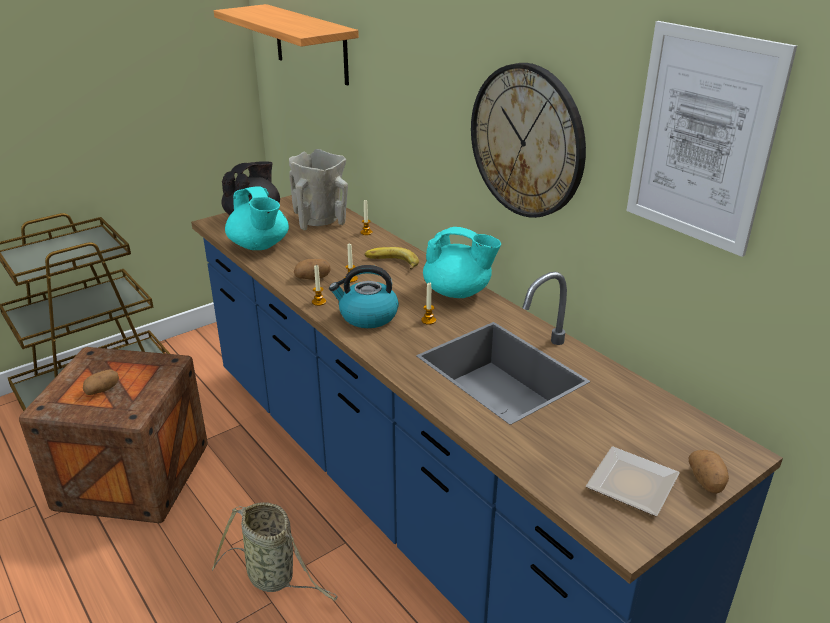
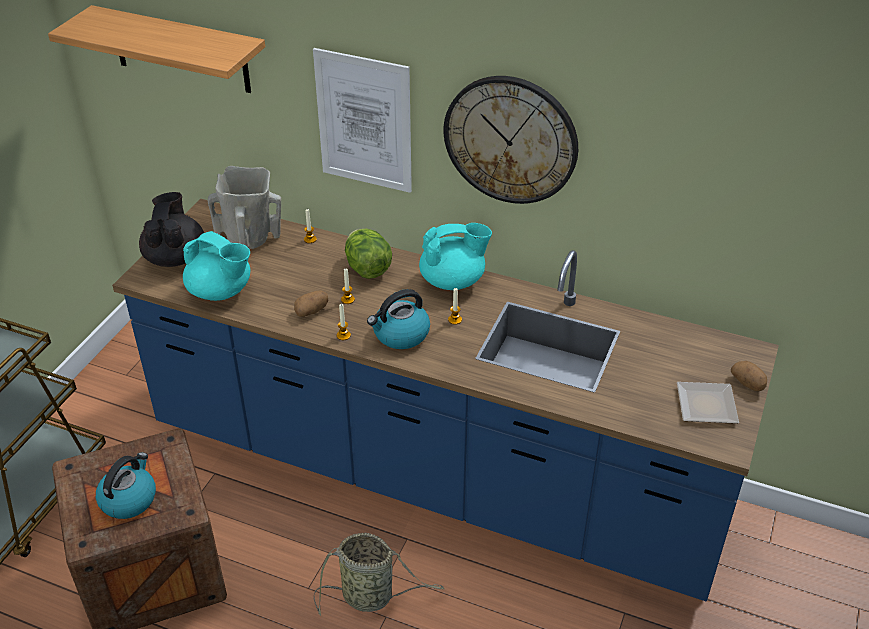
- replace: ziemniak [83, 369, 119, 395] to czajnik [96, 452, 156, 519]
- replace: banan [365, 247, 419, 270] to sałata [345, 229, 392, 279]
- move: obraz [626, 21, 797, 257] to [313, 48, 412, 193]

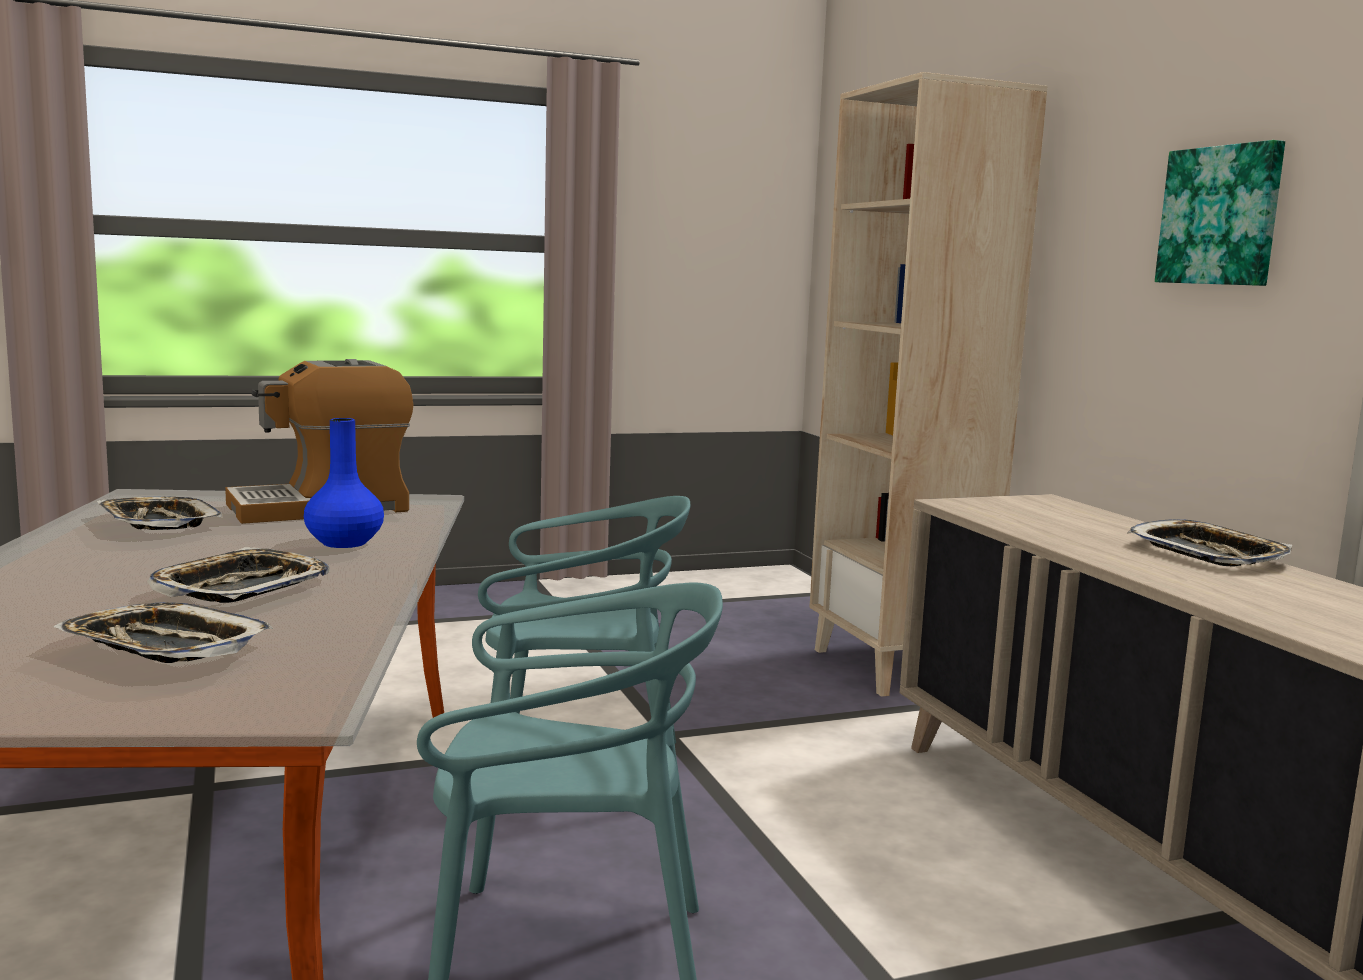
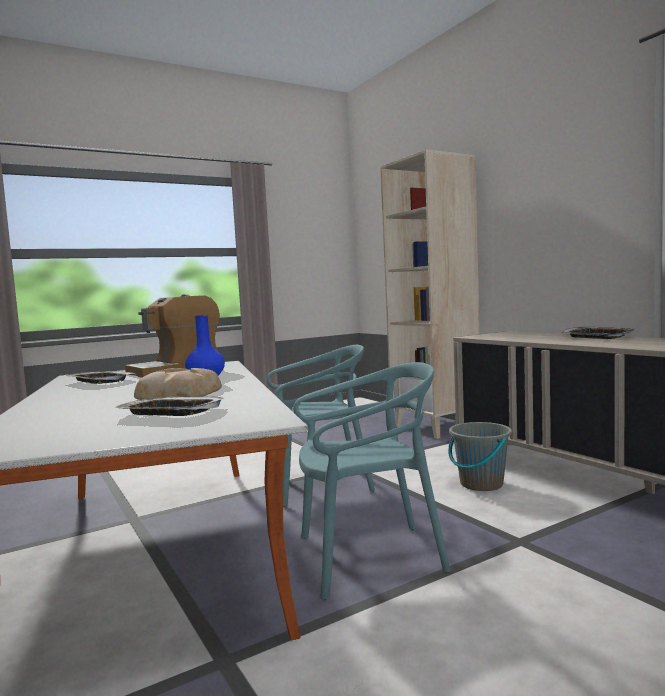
- replace: taca [147, 547, 330, 603] to chleb [134, 368, 222, 400]
- delete: obraz [1155, 140, 1285, 286]
- insert: wiadro/szary [448, 422, 512, 491]

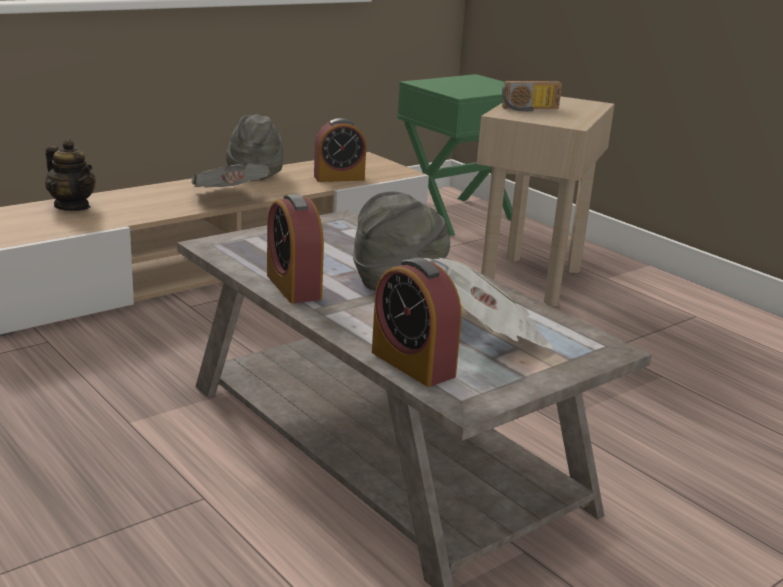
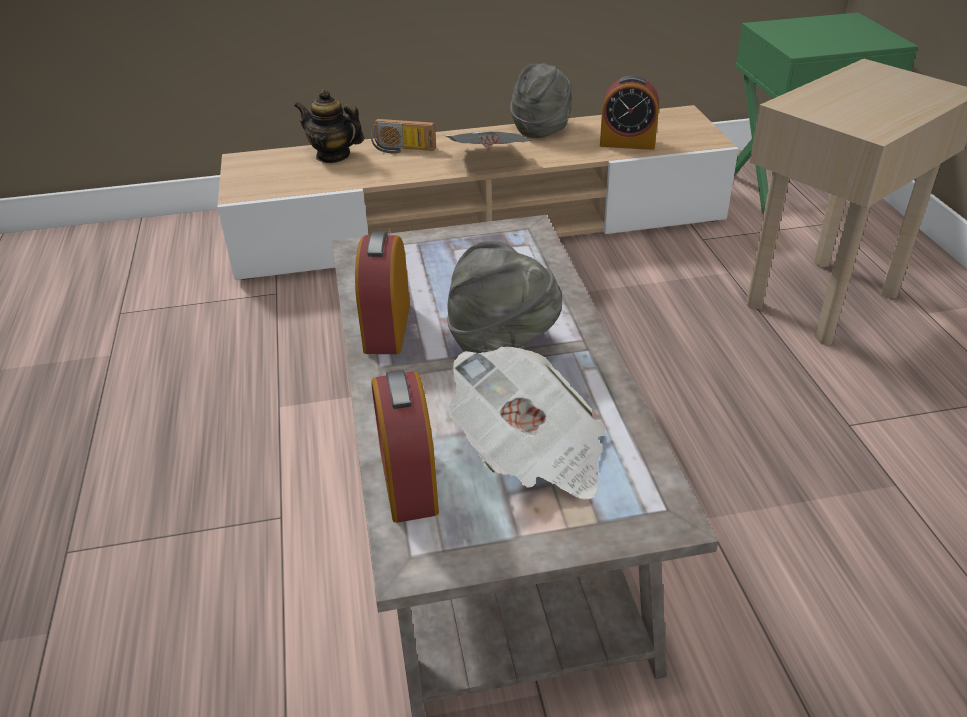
- rotate: imbryk [45, 139, 96, 211] = [294, 89, 364, 163] 135 degrees clockwise
- move: radio [502, 81, 562, 112] to [371, 119, 436, 154]

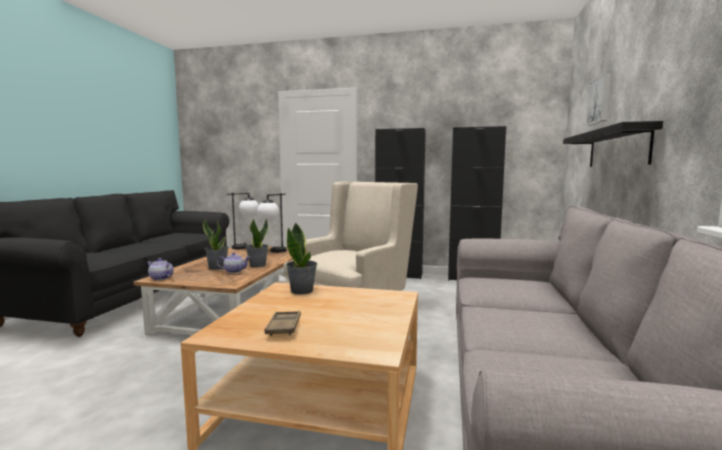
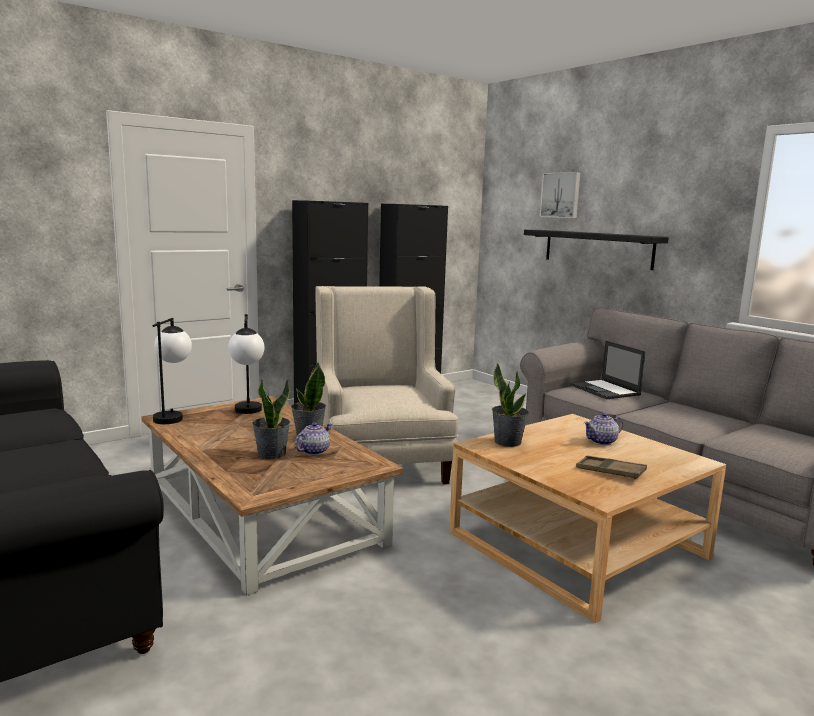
- move: imbryk [147, 258, 174, 280] to [584, 413, 623, 445]
- insert: laptop [570, 341, 645, 399]

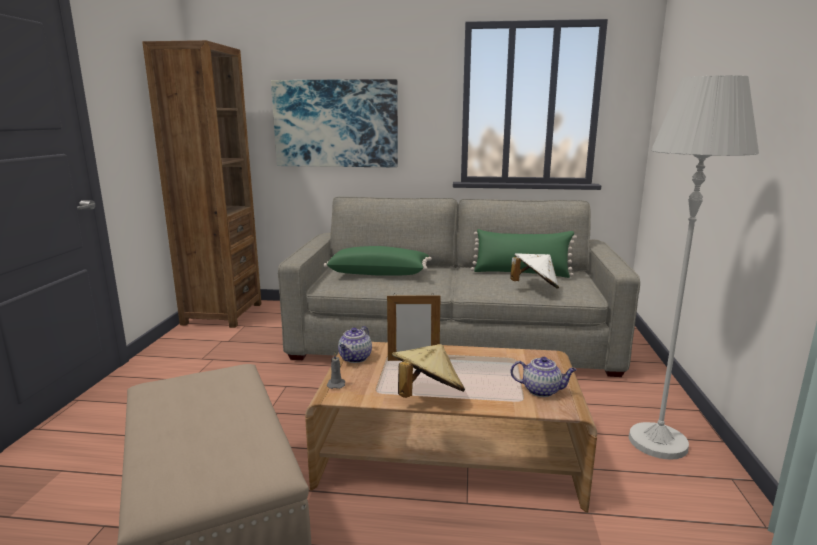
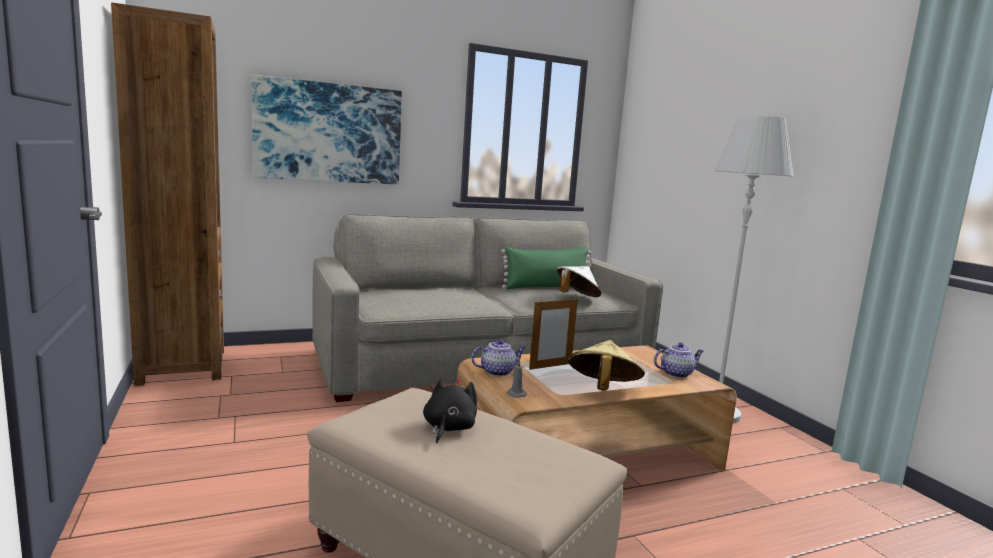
- delete: poduszka/zielony [323, 246, 432, 276]
- rotate: imbryk [338, 326, 372, 363] = [471, 339, 526, 376] 105 degrees counterclockwise
- insert: pluszak/czarny [423, 378, 477, 443]

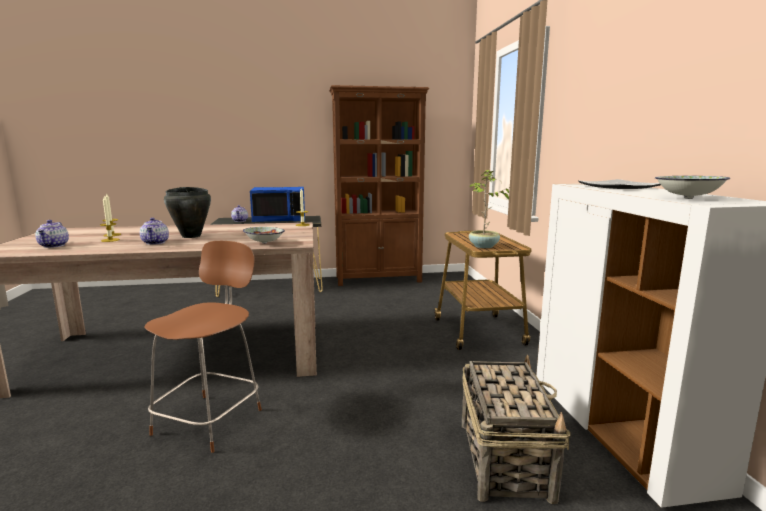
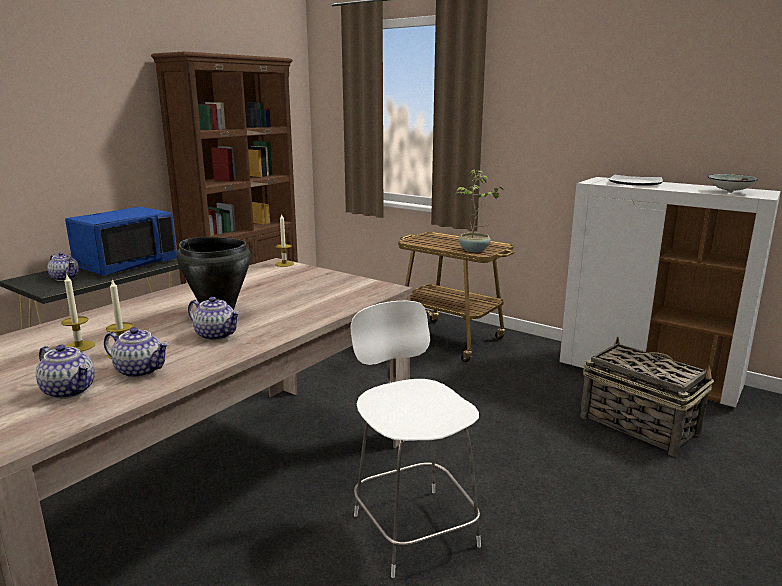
- recolor: stołek/brązowy [144, 241, 262, 453] to stołek/biały [351, 301, 481, 578]
- delete: miska [243, 227, 285, 244]
- insert: imbryk [104, 327, 169, 378]

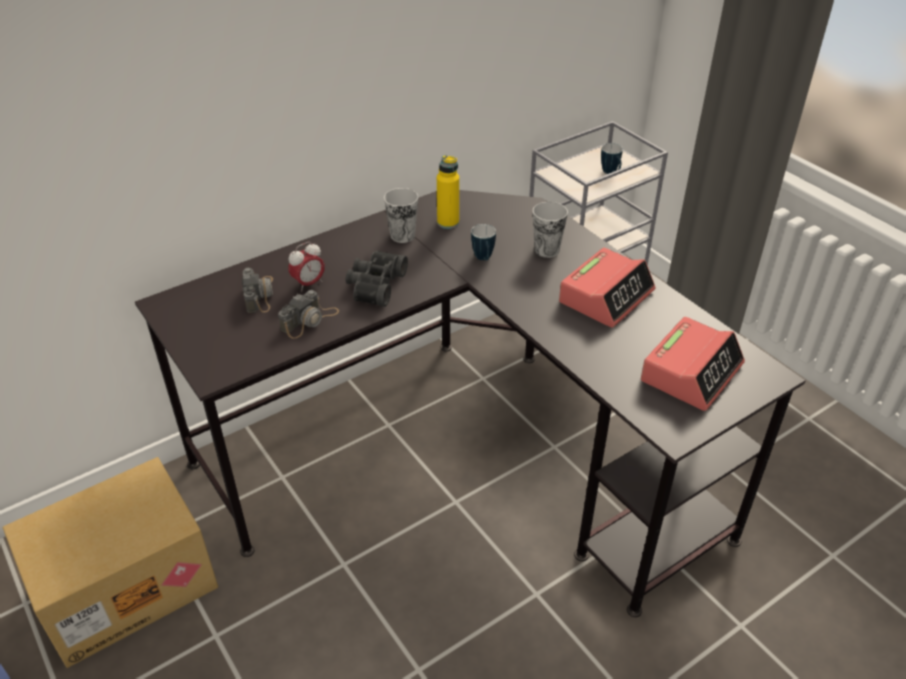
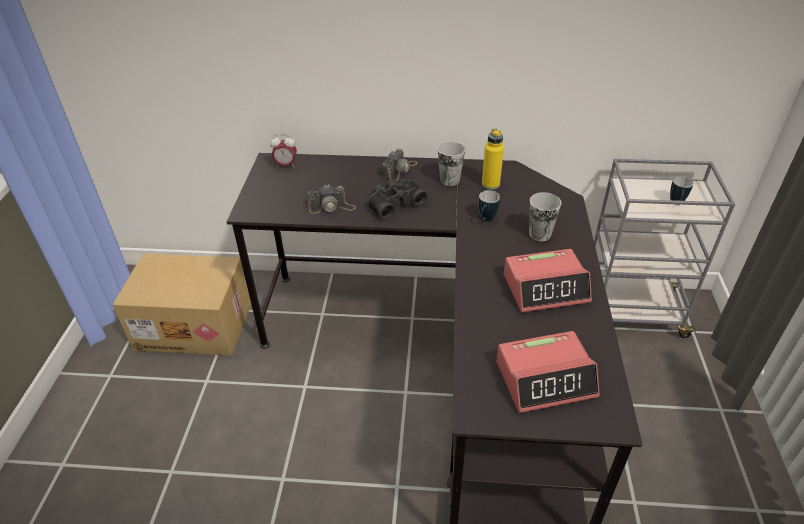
- move: aparat fotograficzny [242, 268, 273, 313] to [383, 149, 417, 181]
- move: budzik [288, 242, 325, 292] to [270, 134, 297, 168]

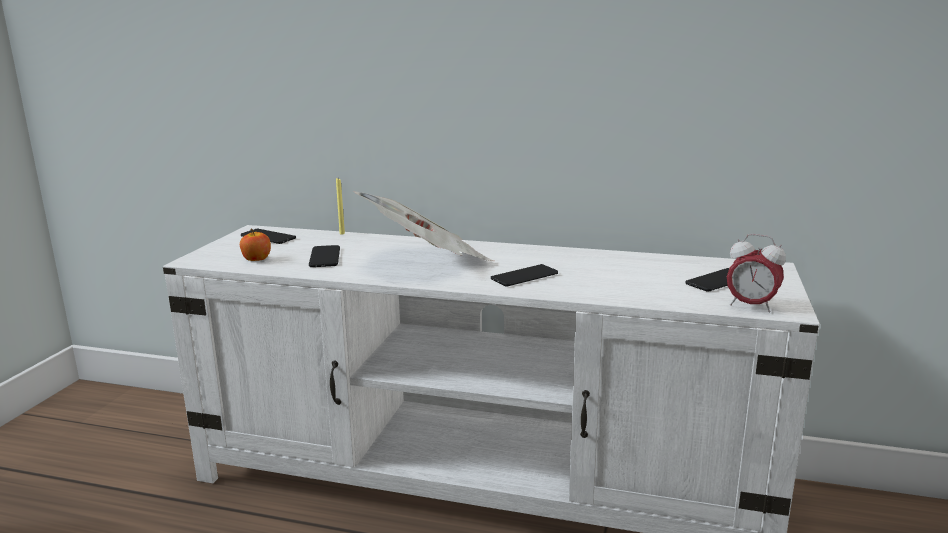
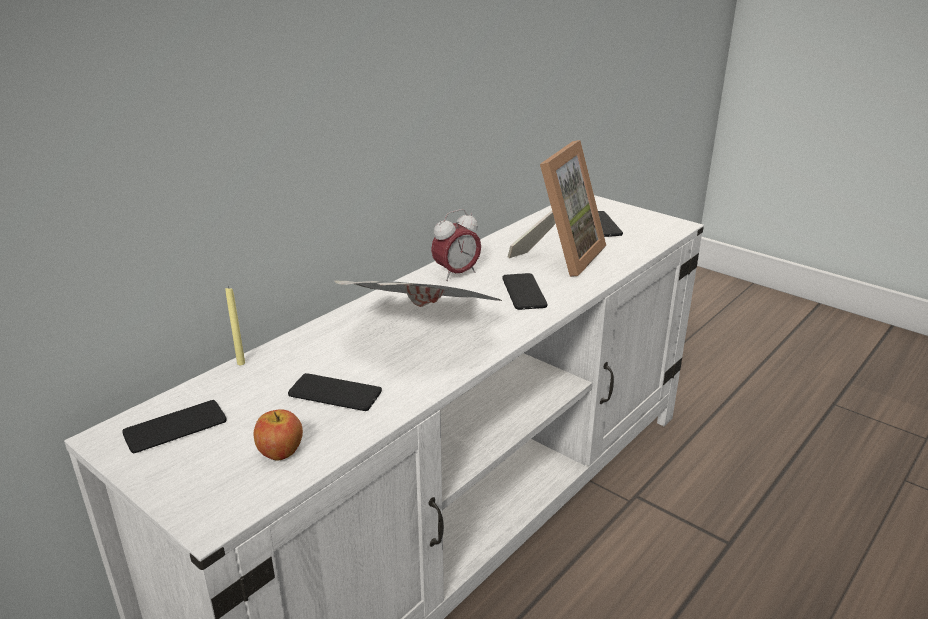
- move: budzik [727, 234, 786, 313] to [431, 209, 481, 281]
- insert: ramka na zdjęcie [508, 140, 606, 277]

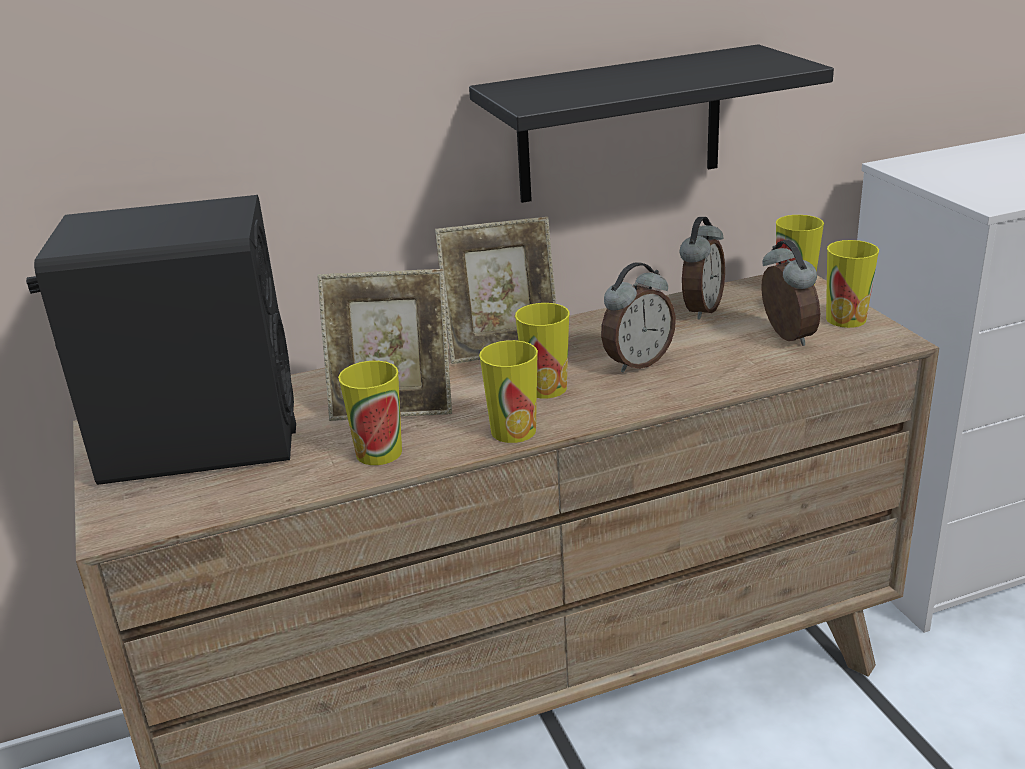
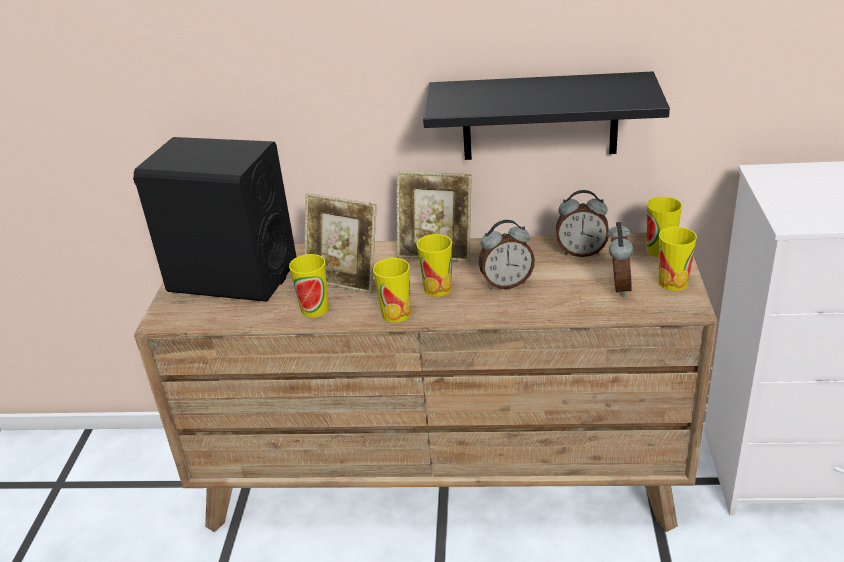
- rotate: budzik [680, 217, 725, 320] = [556, 190, 609, 257] 45 degrees clockwise

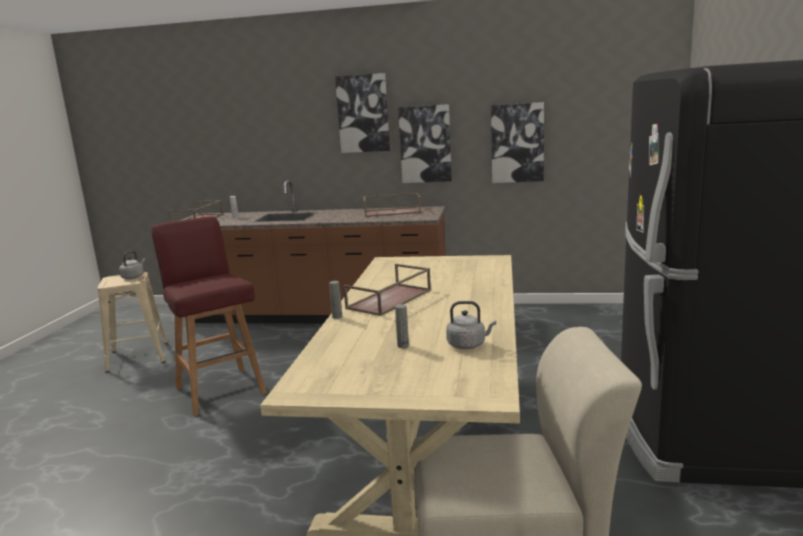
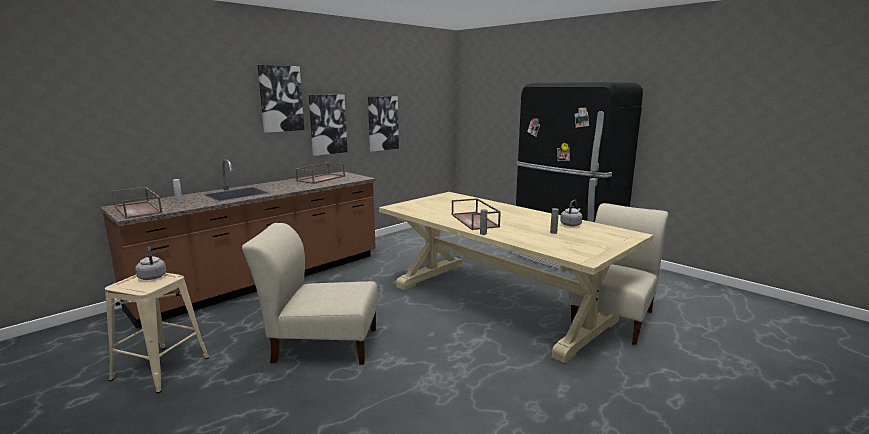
- replace: stołek/czerwony [151, 216, 267, 416] to krzesło/beżowy [242, 223, 378, 365]

